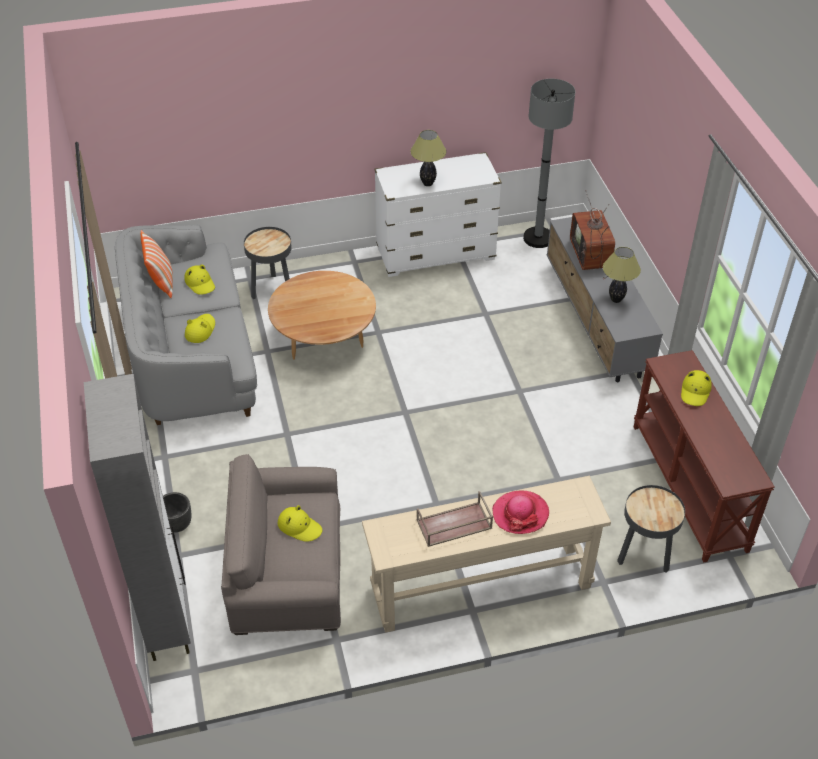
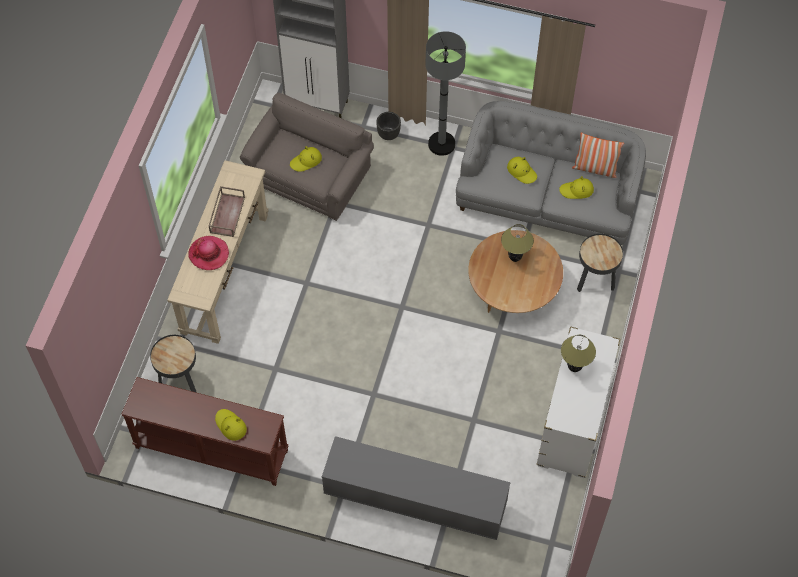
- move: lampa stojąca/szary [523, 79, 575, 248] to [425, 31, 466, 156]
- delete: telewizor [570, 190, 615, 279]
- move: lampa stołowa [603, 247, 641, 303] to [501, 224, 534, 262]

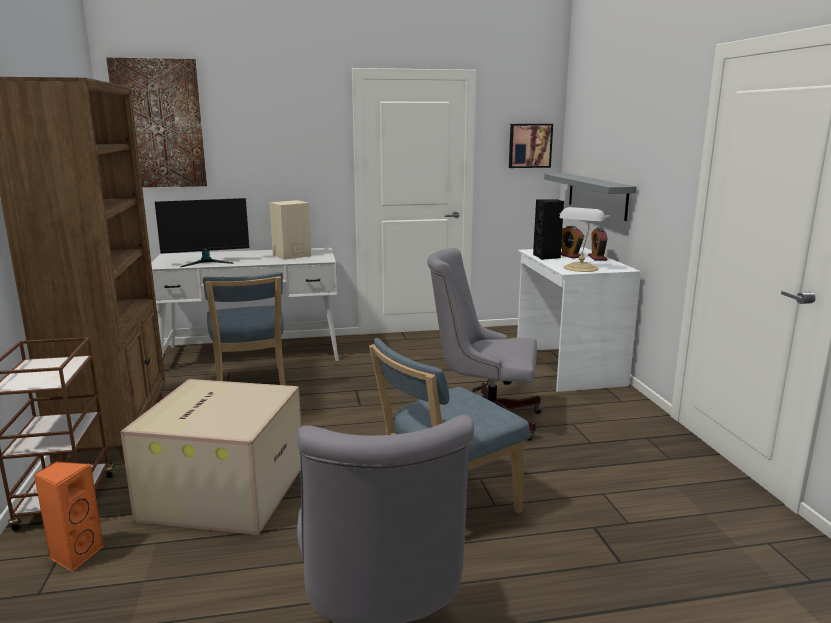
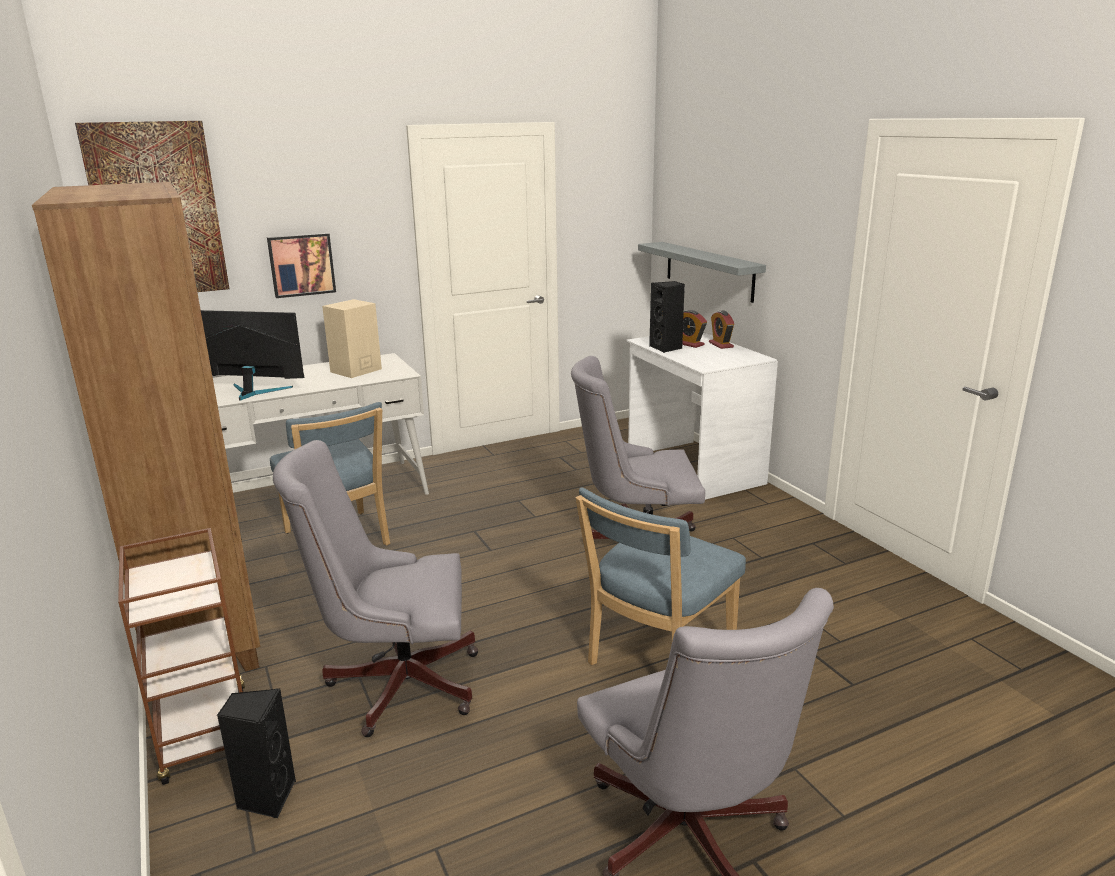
- recolor: głośnik/pomarańczowy [33, 461, 104, 572] to głośnik/czarny [217, 688, 296, 818]
- replace: karton [120, 379, 301, 535] to krzesło biurowe/szary [273, 440, 478, 737]
- rotate: monitor [155, 198, 249, 267] = [201, 310, 304, 401] 135 degrees counterclockwise
- move: obraz [509, 124, 553, 168] to [267, 233, 336, 298]
- delete: lampa stołowa [559, 207, 610, 272]

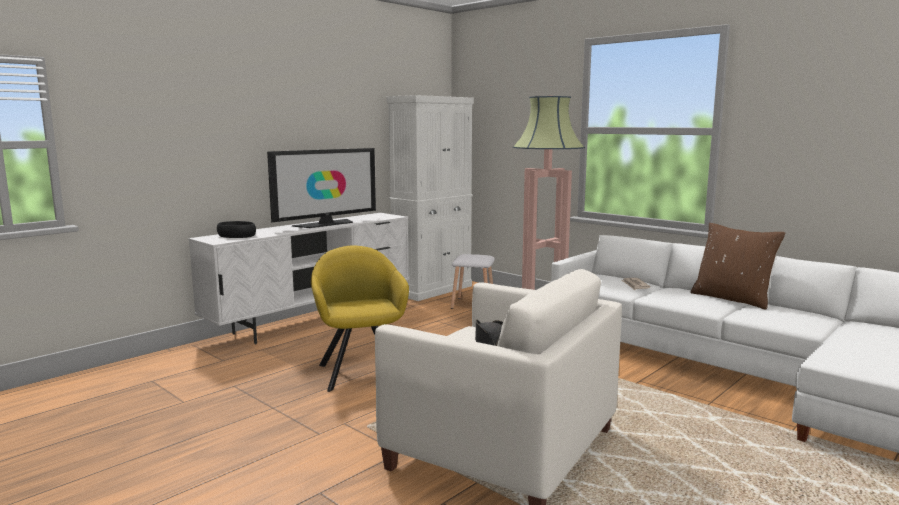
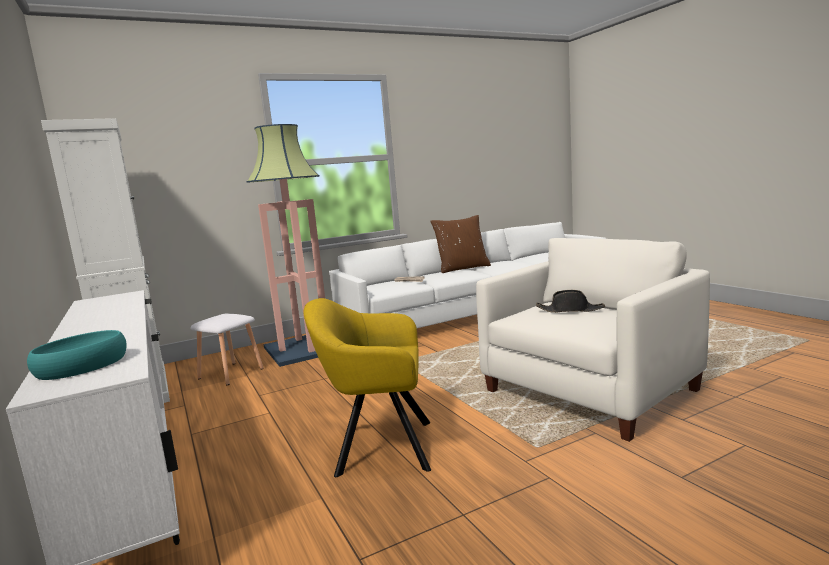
- recolor: miska/czarny [217, 221, 256, 238] to miska/turkusowy [27, 330, 127, 380]
- delete: telewizor [267, 148, 376, 228]

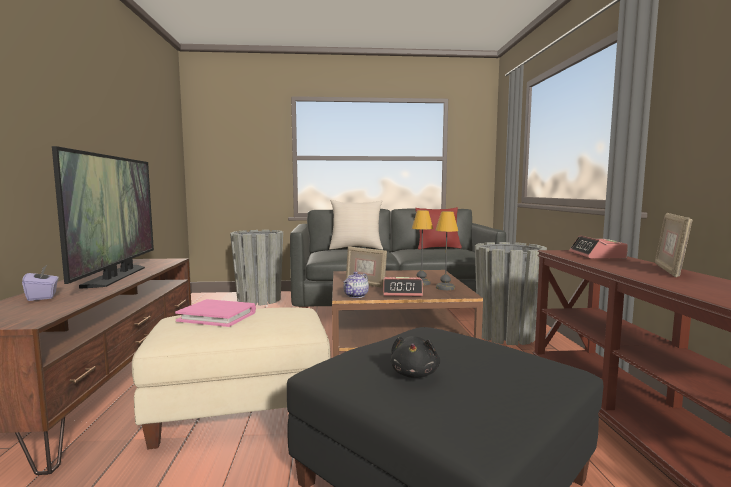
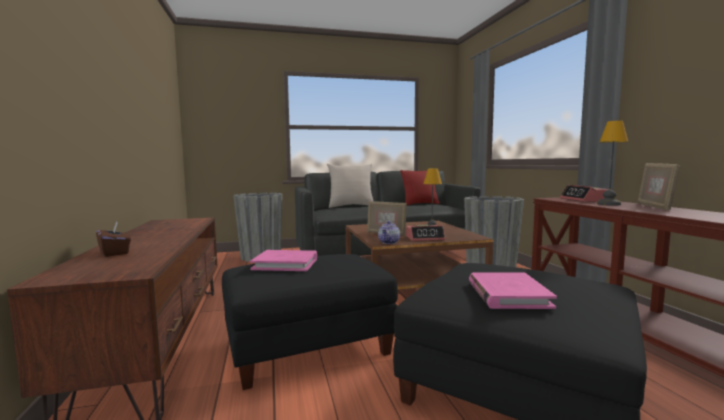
- recolor: pudełko chusteczek/fioletowy [22, 265, 59, 301] to pudełko chusteczek/brązowy [96, 222, 131, 257]
- delete: telewizor [52, 146, 154, 289]
- recolor: pufa/beżowy [132, 307, 331, 450] to pufa/czarny [222, 254, 398, 390]
- replace: pluszak/czarny [391, 336, 440, 378] to książka/różowy [469, 273, 557, 309]
- move: lampa stołowa [435, 211, 458, 290] to [597, 120, 628, 206]

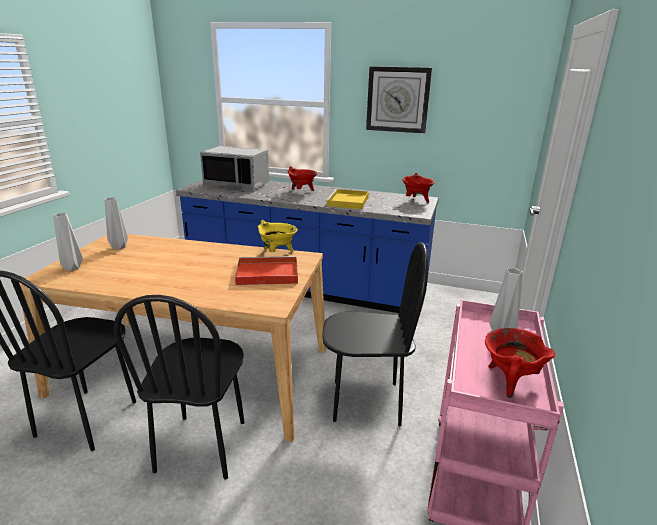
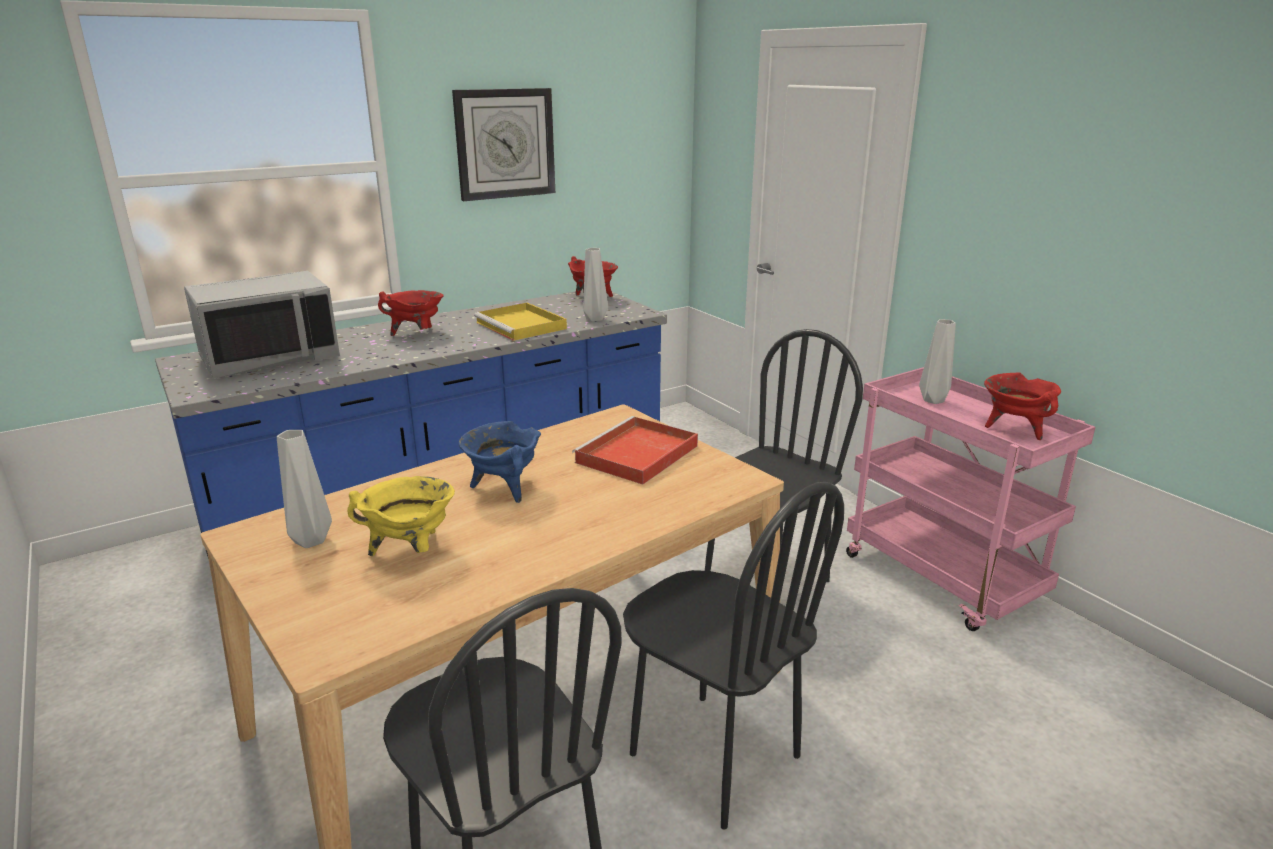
- move: wazon/szary [53, 213, 83, 271] to [583, 248, 608, 321]
- move: garnek/żółty [257, 220, 298, 252] to [347, 476, 455, 556]
- insert: garnek/niebieski [458, 421, 541, 503]

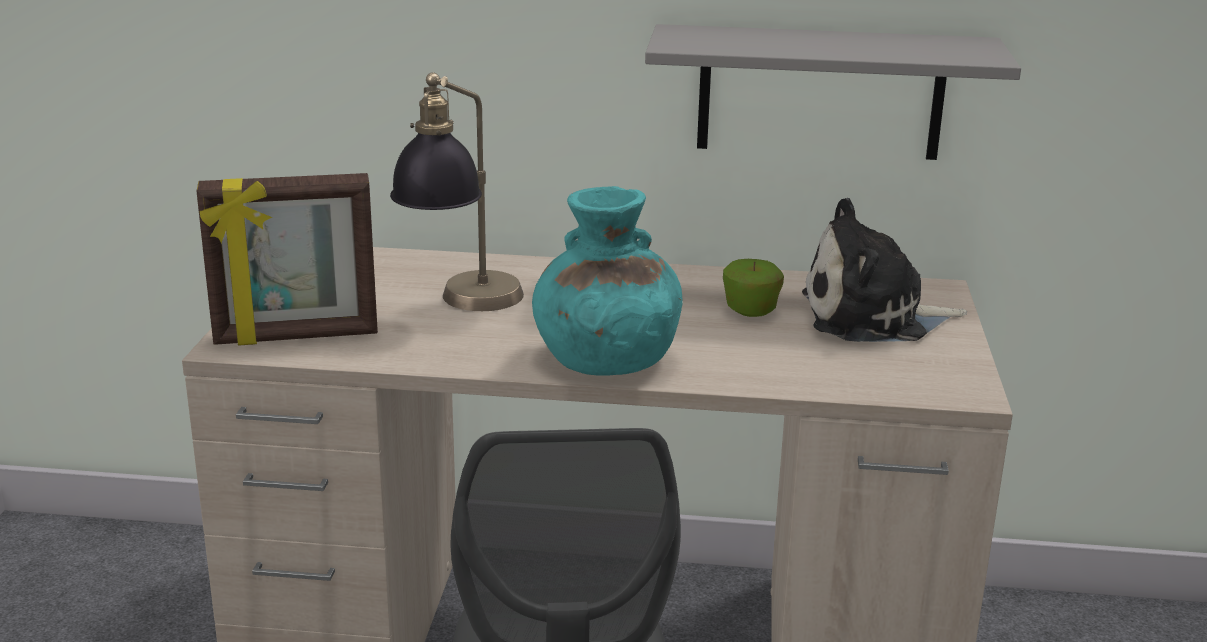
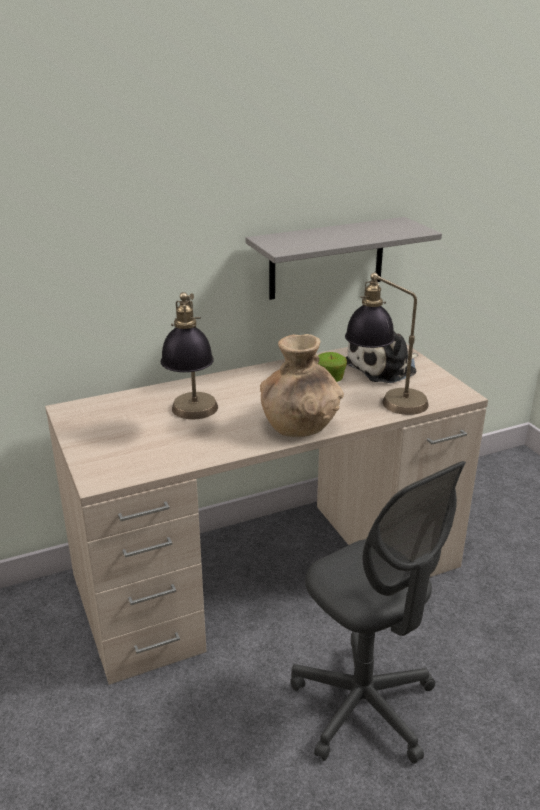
- delete: ramka na zdjęcie [196, 173, 378, 346]
- recolor: wazon/turkusowy [532, 186, 683, 376] to wazon/brązowy [260, 334, 344, 437]
- insert: lampa stołowa [345, 273, 429, 415]

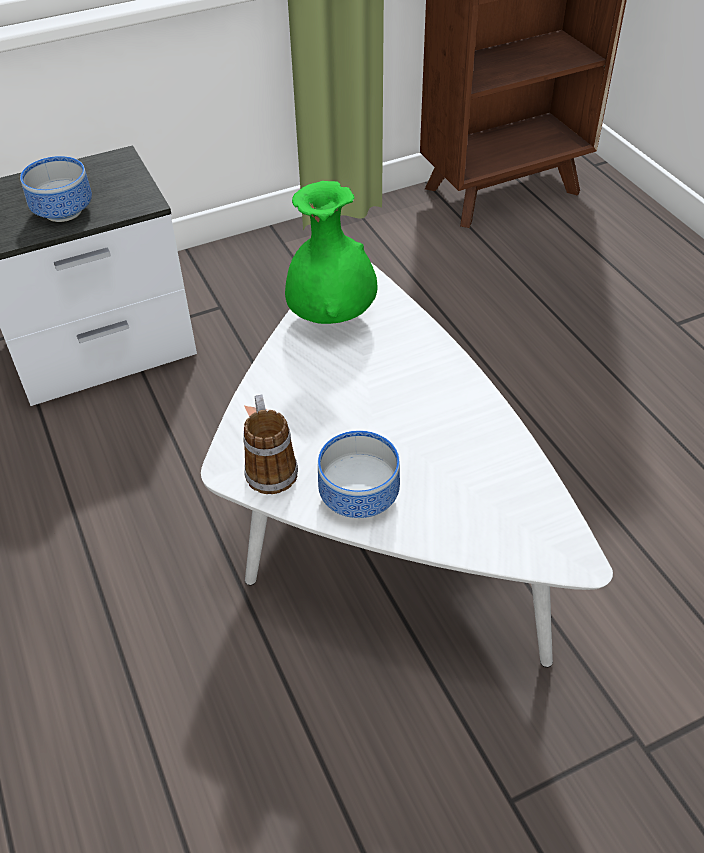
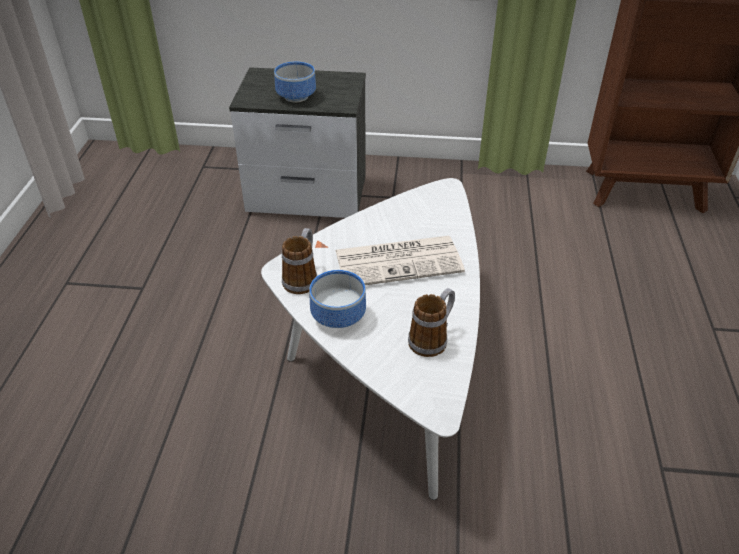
- delete: wazon/zielony [285, 181, 377, 324]
- insert: gazeta [335, 236, 465, 285]
- insert: kubek [408, 288, 455, 357]

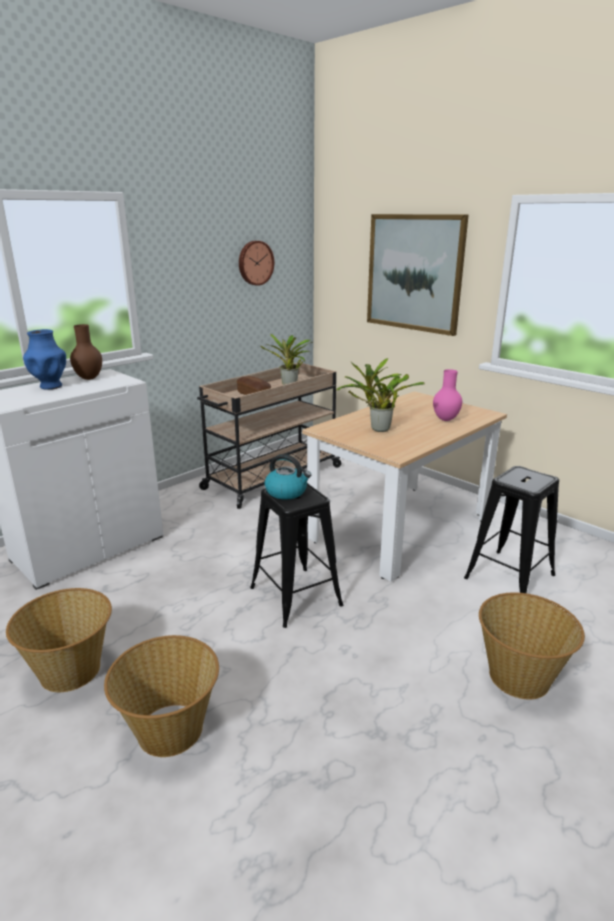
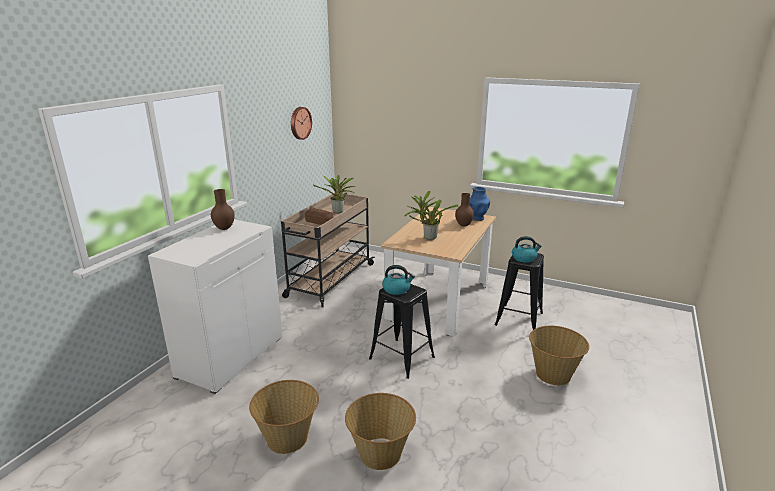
- move: wazon/niebieski [23, 329, 66, 389] to [470, 187, 490, 221]
- delete: obraz [367, 214, 469, 336]
- recolor: wazon/różowy [433, 369, 462, 421] to wazon/brązowy [455, 193, 474, 226]
- insert: czajnik [512, 236, 542, 263]

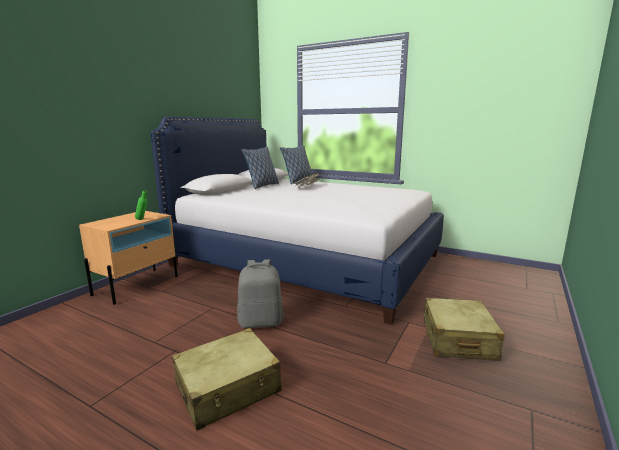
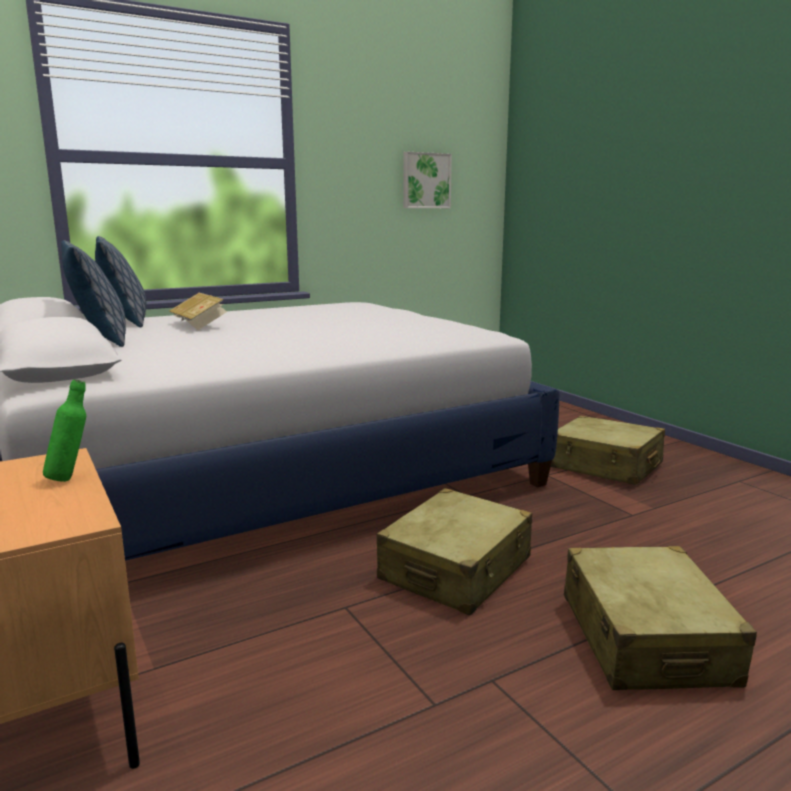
- replace: plecak/szary [237, 259, 284, 328] to walizka/beżowy [377, 488, 532, 615]
- insert: obraz [403, 152, 452, 208]

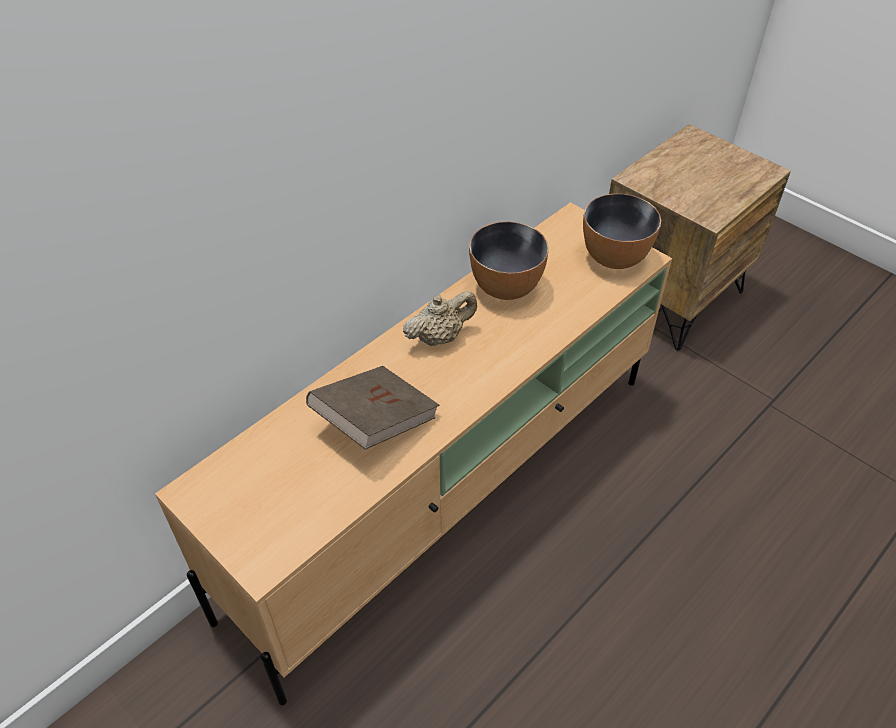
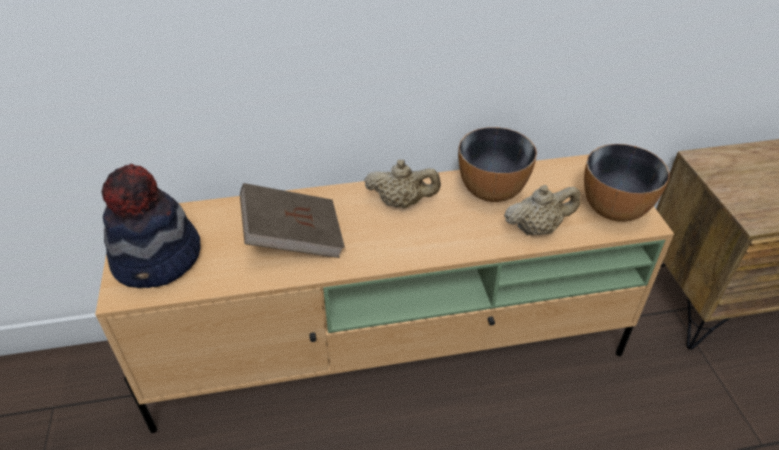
- insert: kapelusz [102, 164, 201, 288]
- insert: imbryk/beżowy [504, 185, 581, 236]

